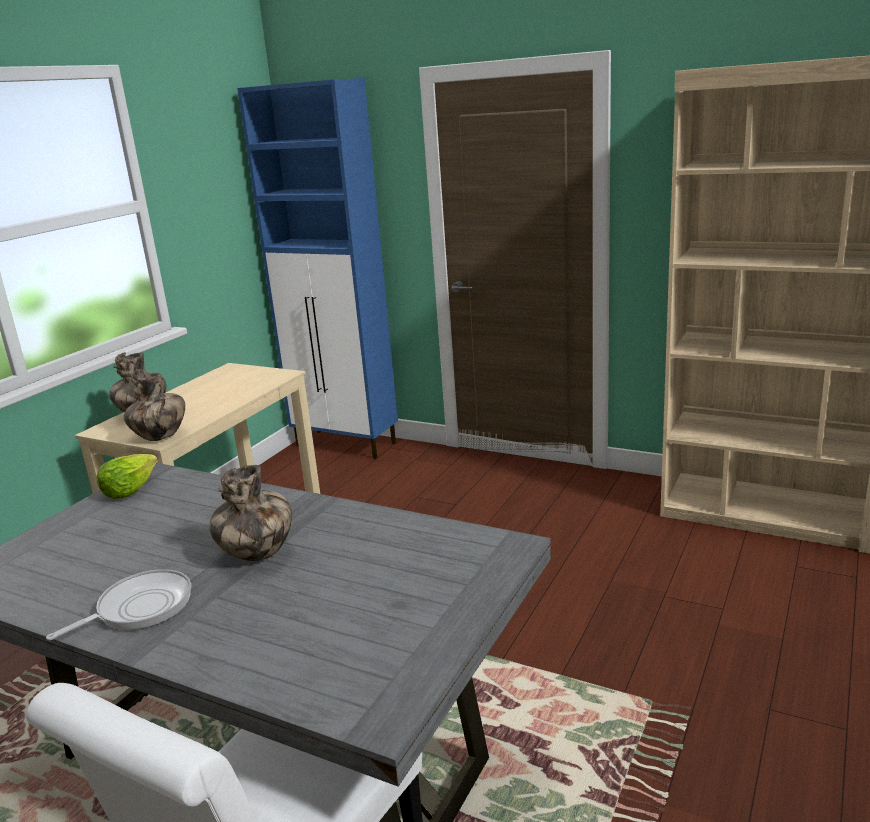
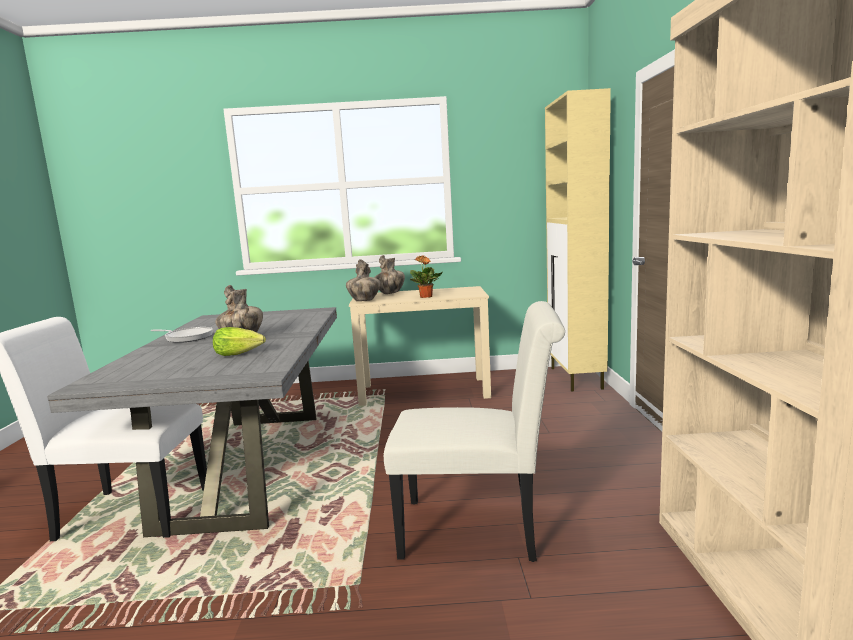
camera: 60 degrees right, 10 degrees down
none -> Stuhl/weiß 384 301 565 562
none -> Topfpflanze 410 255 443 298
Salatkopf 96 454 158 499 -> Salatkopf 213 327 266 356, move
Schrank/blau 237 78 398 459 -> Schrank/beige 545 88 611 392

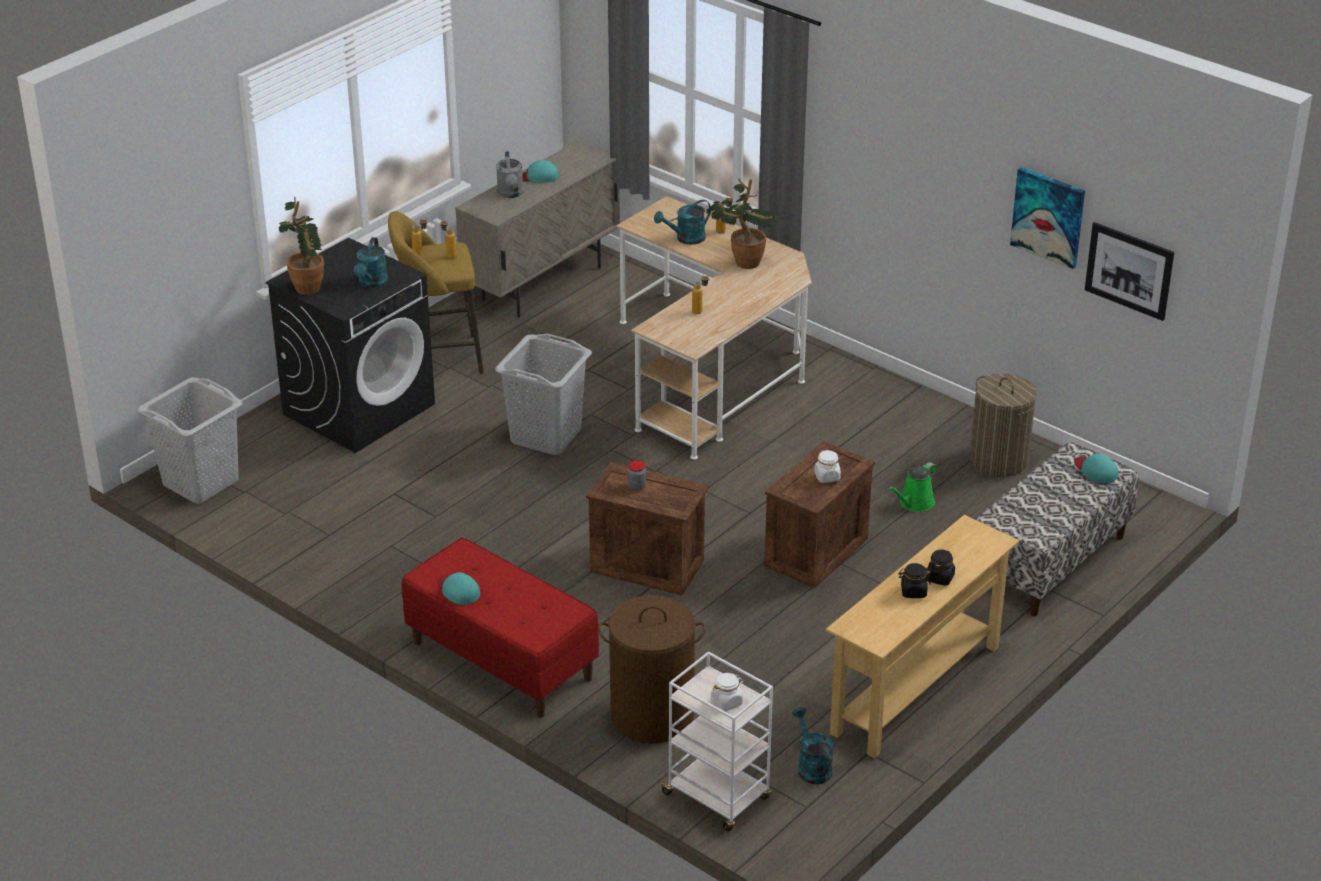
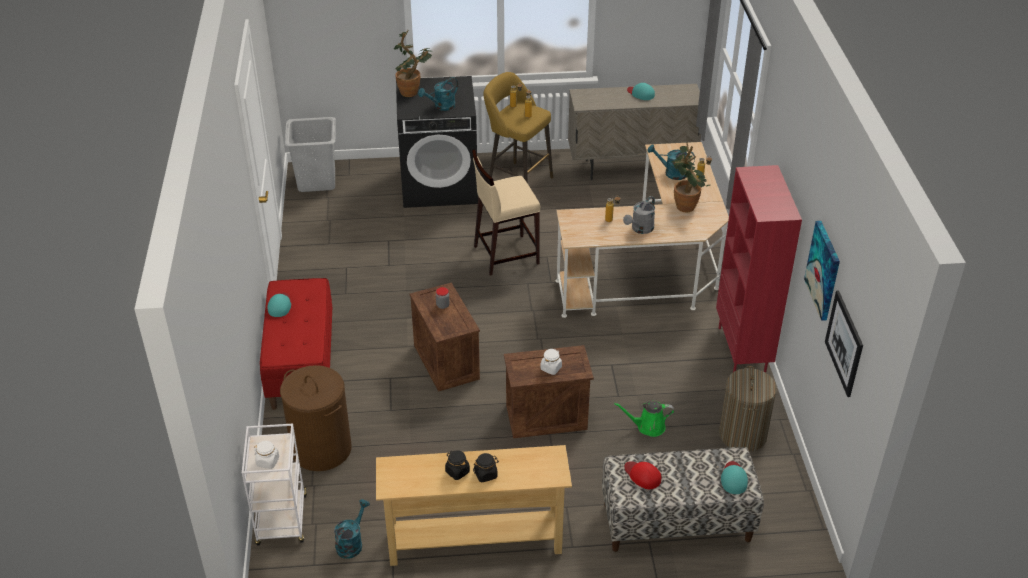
camera: 45 degrees right, 5 degrees up
none -> Kappe/rot 624 461 661 489
none -> Bücherregal/rot 716 165 802 373
Gießkanne/grau 496 151 524 198 -> Gießkanne/grau 623 196 655 234, move
Wäschekorb/grau 495 334 592 455 -> Hocker/beige 472 149 540 276

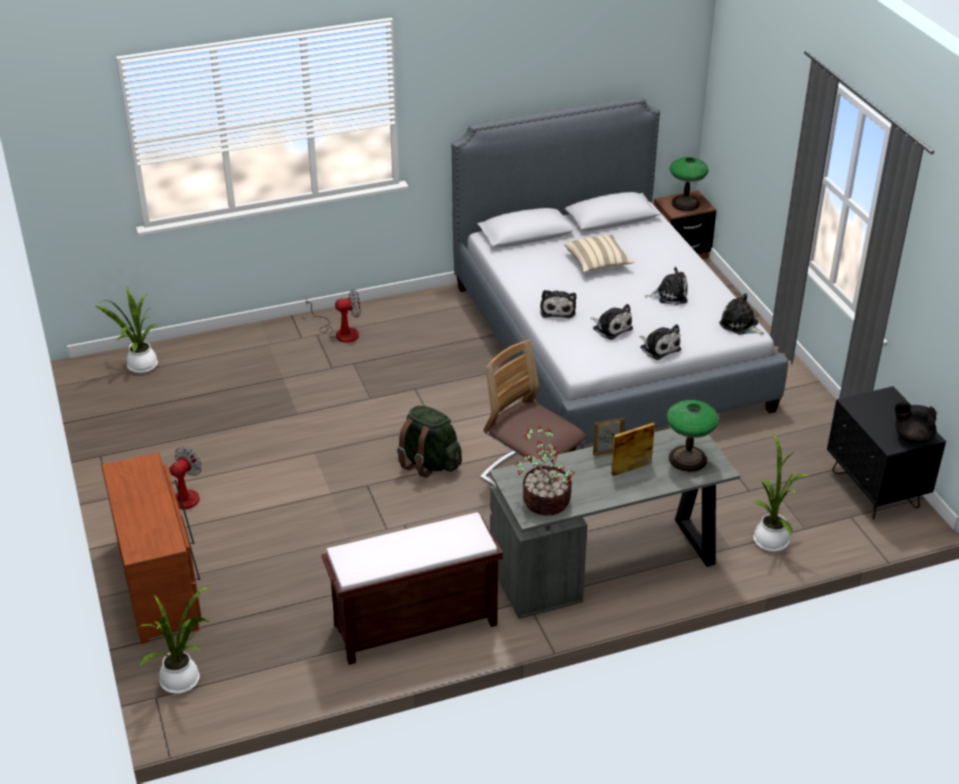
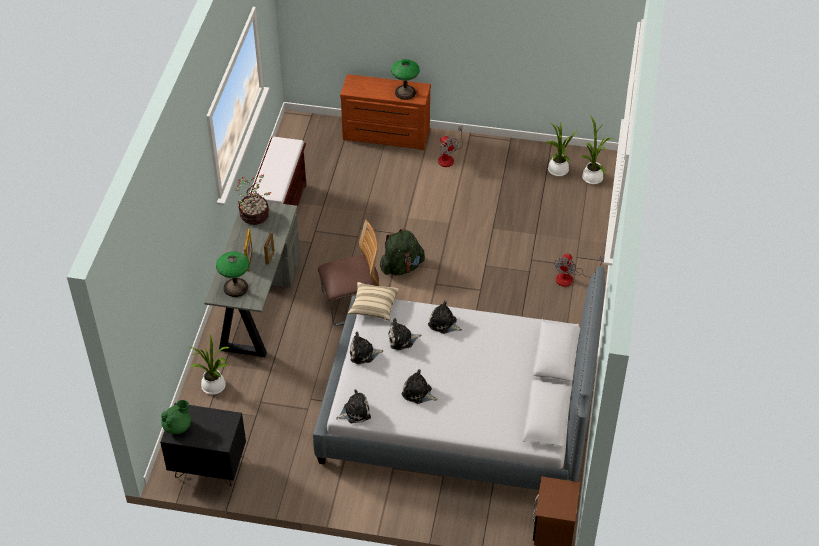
camera: 120 degrees right, 10 degrees up
Topfpflanze 138 585 211 694 -> Topfpflanze 546 122 578 176, move
Kissen/beige 564 235 634 272 -> Kissen/beige 348 282 399 320, move
Tischlampe 670 157 709 211 -> Tischlampe 391 59 420 100, move
Teekanne/schwarz 894 402 937 444 -> Teekanne/grün 161 400 191 434
Plüschtier 645 267 688 305 -> Plüschtier 402 369 437 404, 90 degrees clockwise

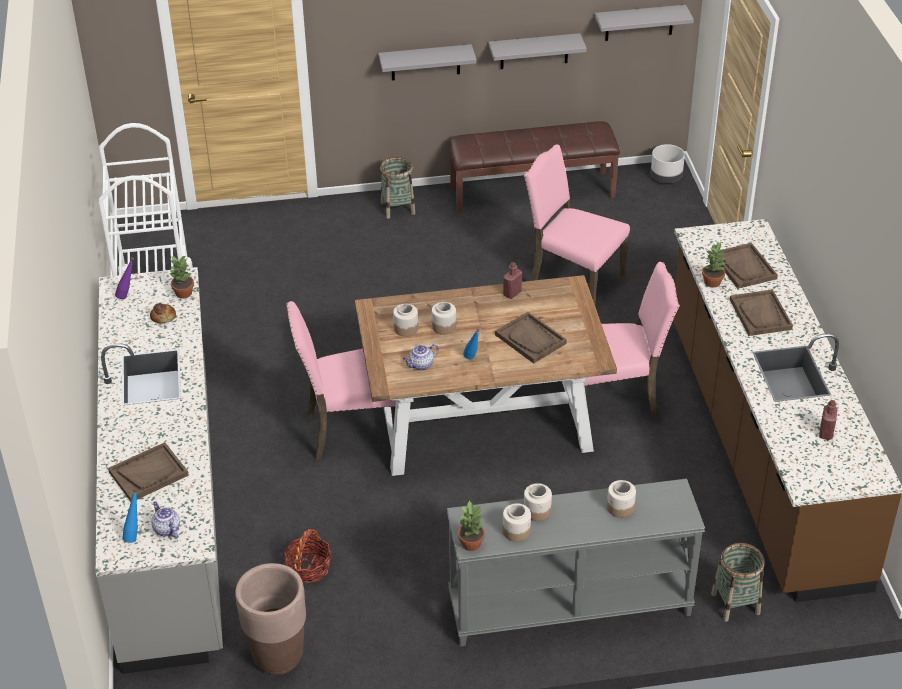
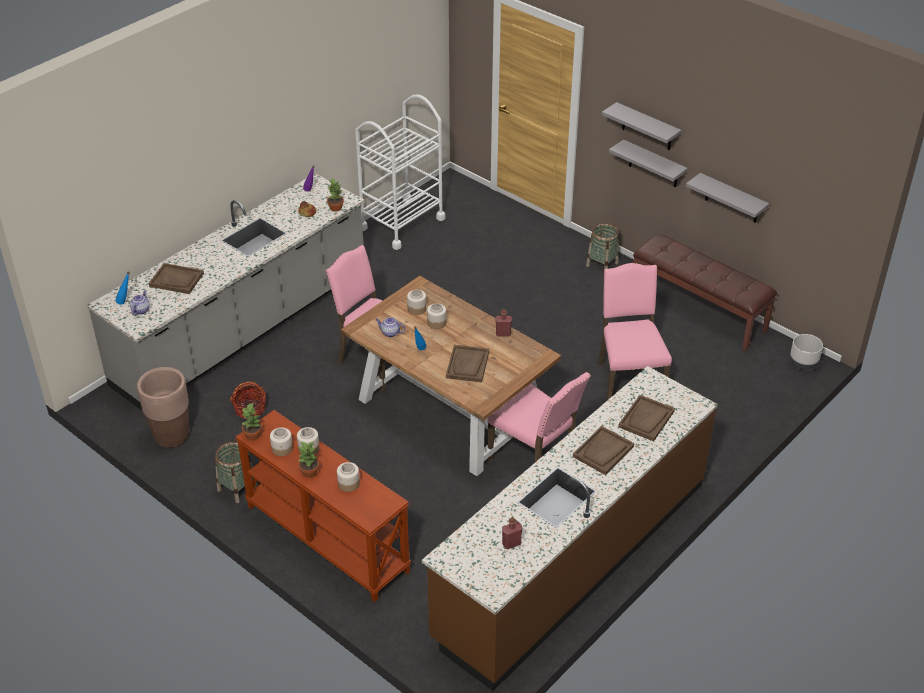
camera: 50 degrees right, 0 degrees up
Wandregal/grau 595 5 694 41 -> Wandregal/grau 602 102 681 150, move
Topfpflanze 702 242 726 288 -> Topfpflanze 298 441 319 478, move
Korb 711 543 764 622 -> Korb 215 442 257 503, move
Konsolentisch/grau 447 479 705 647 -> Konsolentisch/braun 235 410 411 602

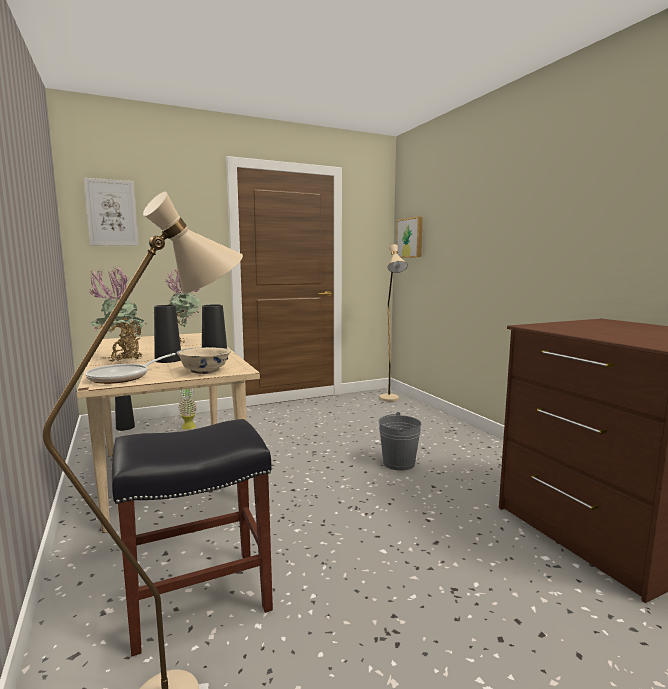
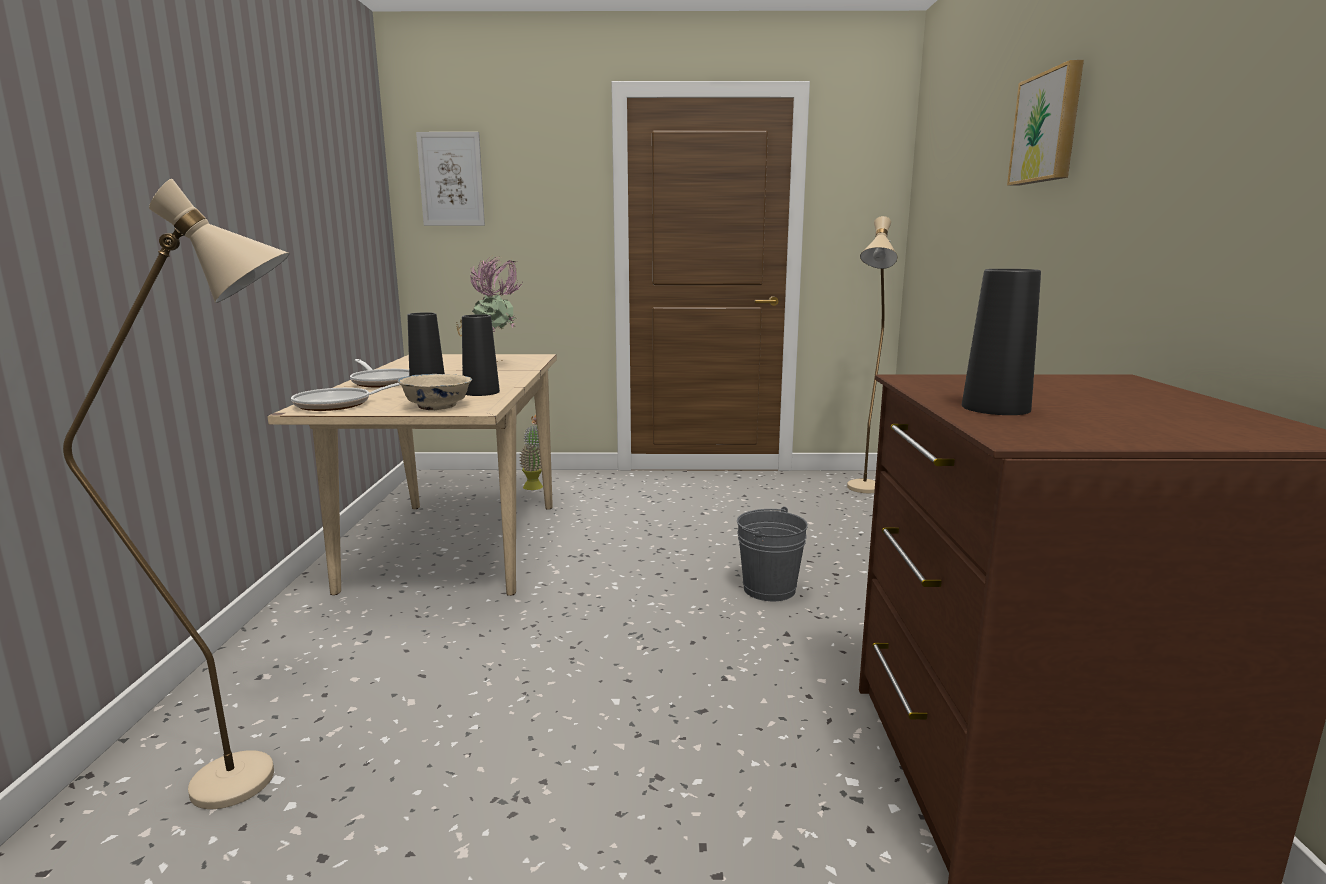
camera: 25 degrees right, 5 degrees up
Hocker/schwarz 112 419 273 656 -> none
Vase/schwarz 115 395 135 431 -> Vase/schwarz 962 269 1041 415, move
Bild 396 217 423 258 -> Bild 1007 60 1084 186, move
Topfpflanze 87 266 146 362 -> Pfanne 350 359 409 387

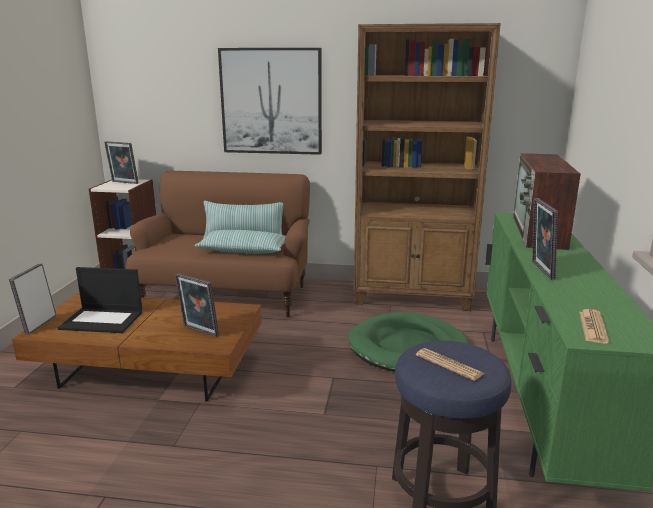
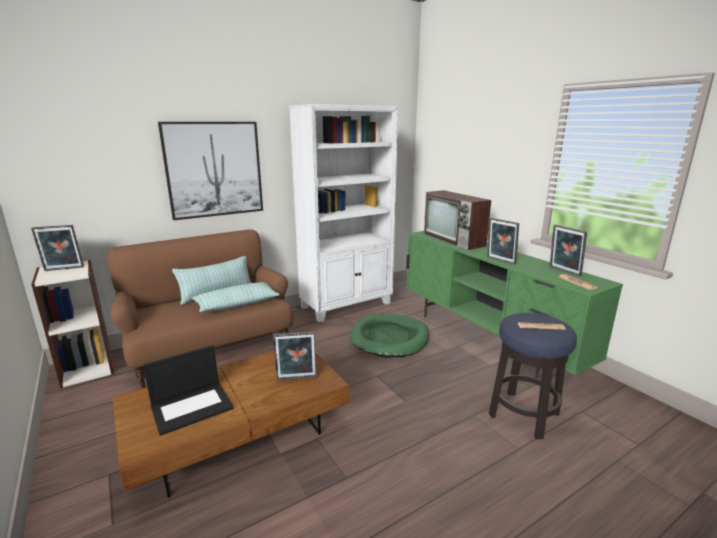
camera: 40 degrees left, 0 degrees up
Bilderrahmen 9 263 57 335 -> Bilderrahmen 550 225 587 276, move
Bücherregal/braun 354 23 501 311 -> Bücherregal/weiß 289 104 398 322

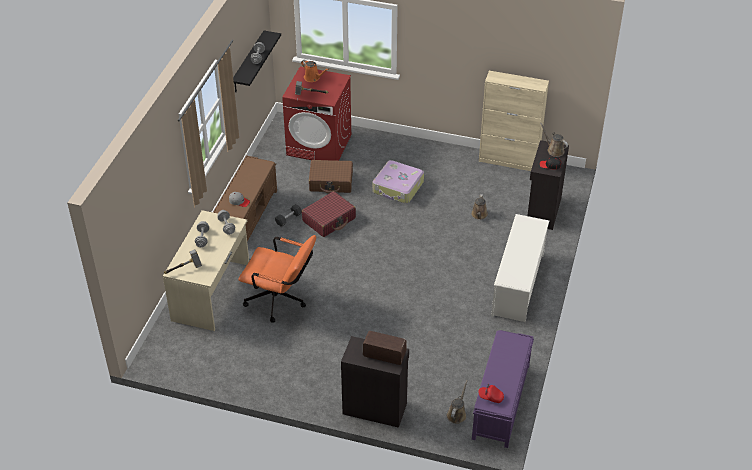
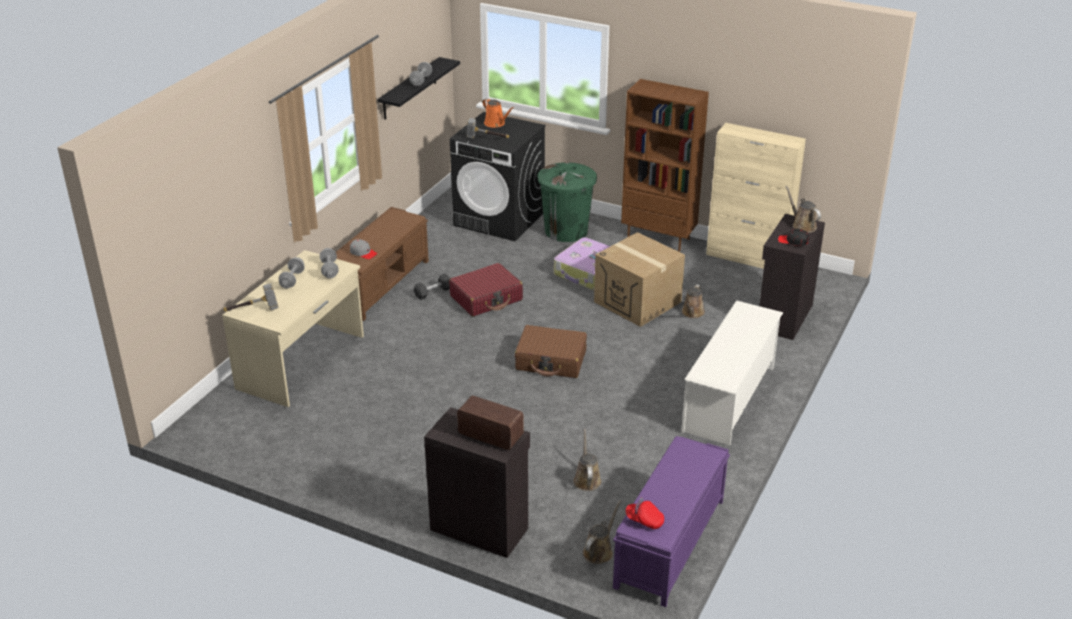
camera: 10 degrees right, 10 degrees down
Bürostuhl/orange 238 235 316 323 -> none
none -> Mülleimer/grün 538 162 597 242
none -> Gießkanne/braun 573 429 601 491
none -> Karton 594 232 685 327
none -> Bücherregal/braun 621 79 709 251
Koffer/braun 309 160 353 194 -> Koffer/braun 515 325 587 378, move
Waschmaschine/rot 282 67 351 161 -> Waschmaschine/schwarz 450 112 546 241

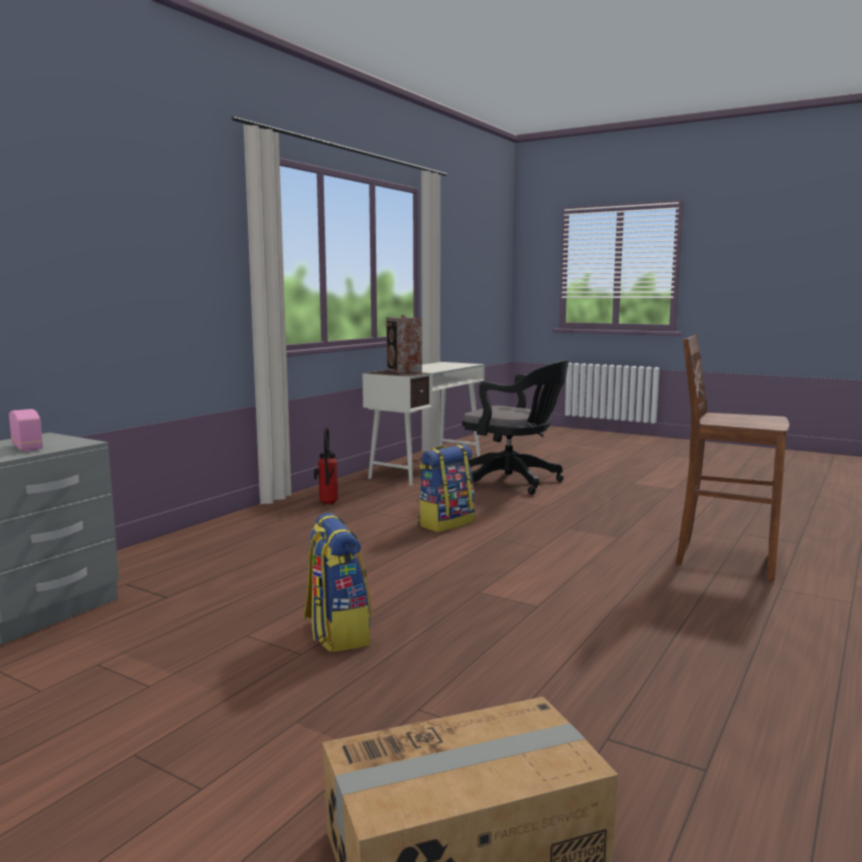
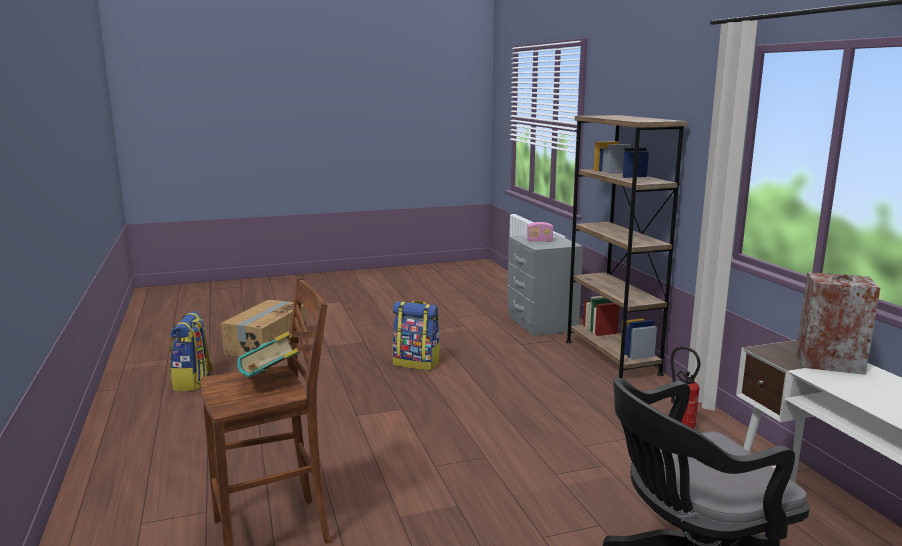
camera: 130 degrees right, 5 degrees up
none -> Buch 237 332 300 377
none -> Bücherregal/braun 566 115 688 378
Rucksack 418 444 475 532 -> Rucksack 169 311 214 391, move

